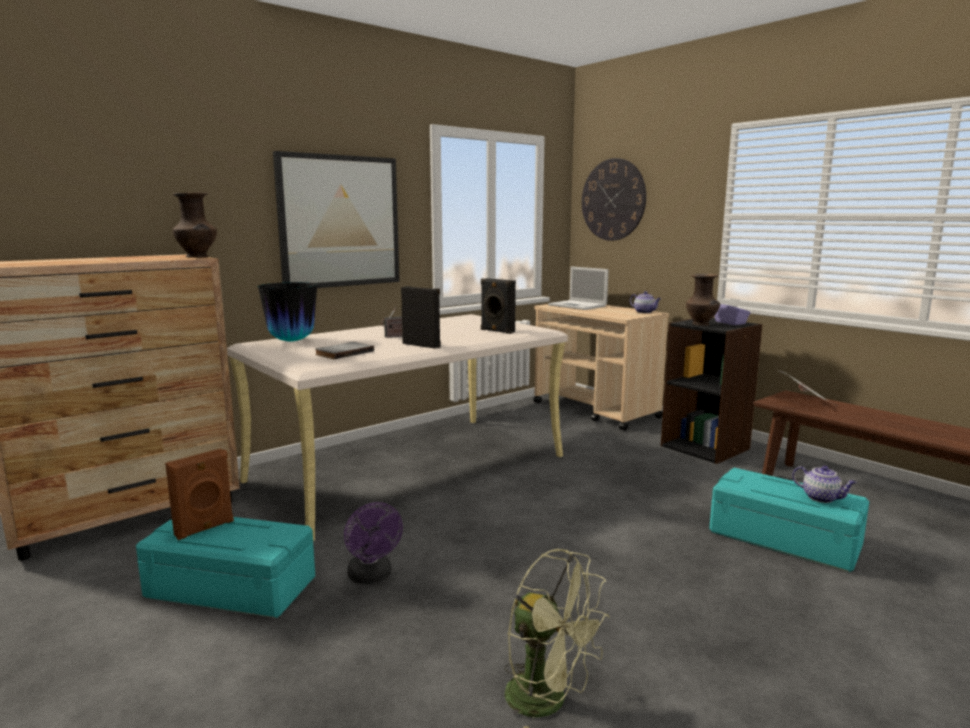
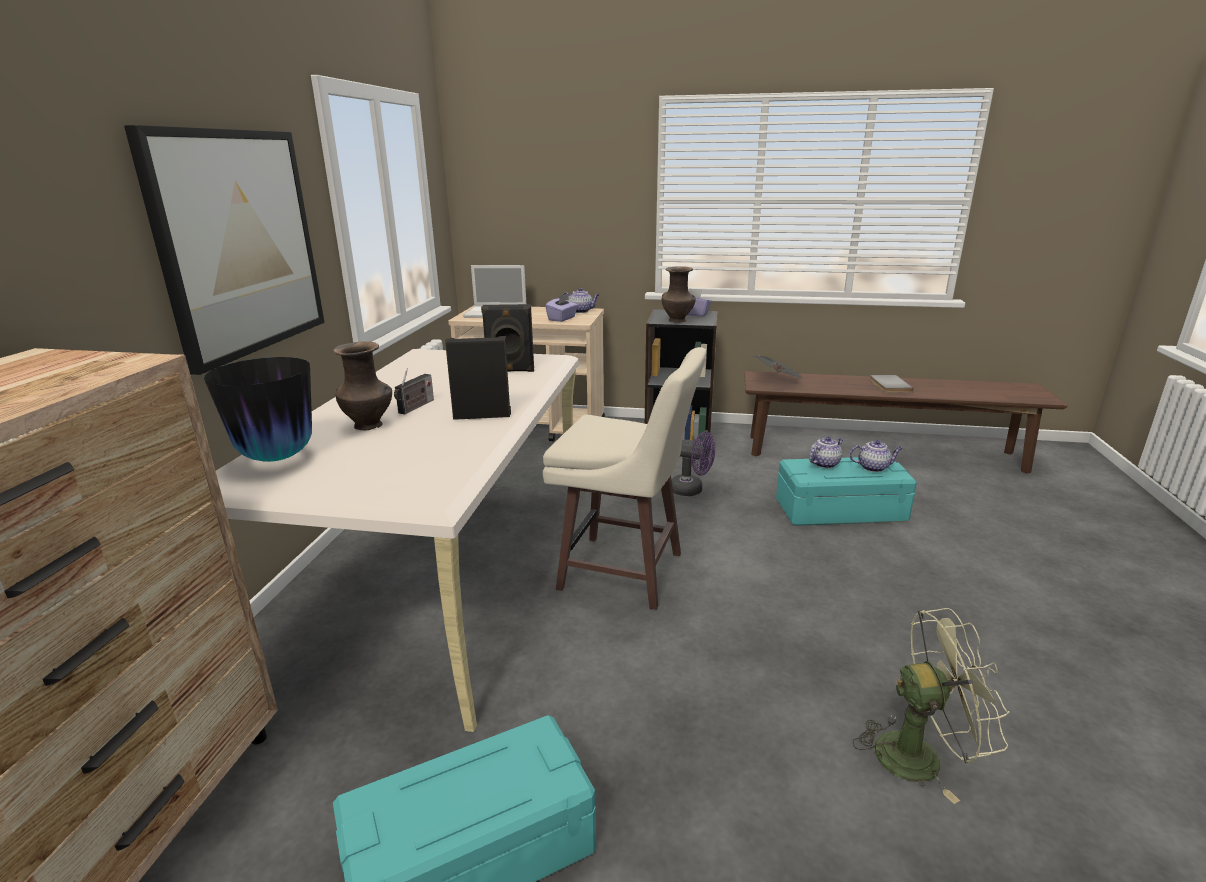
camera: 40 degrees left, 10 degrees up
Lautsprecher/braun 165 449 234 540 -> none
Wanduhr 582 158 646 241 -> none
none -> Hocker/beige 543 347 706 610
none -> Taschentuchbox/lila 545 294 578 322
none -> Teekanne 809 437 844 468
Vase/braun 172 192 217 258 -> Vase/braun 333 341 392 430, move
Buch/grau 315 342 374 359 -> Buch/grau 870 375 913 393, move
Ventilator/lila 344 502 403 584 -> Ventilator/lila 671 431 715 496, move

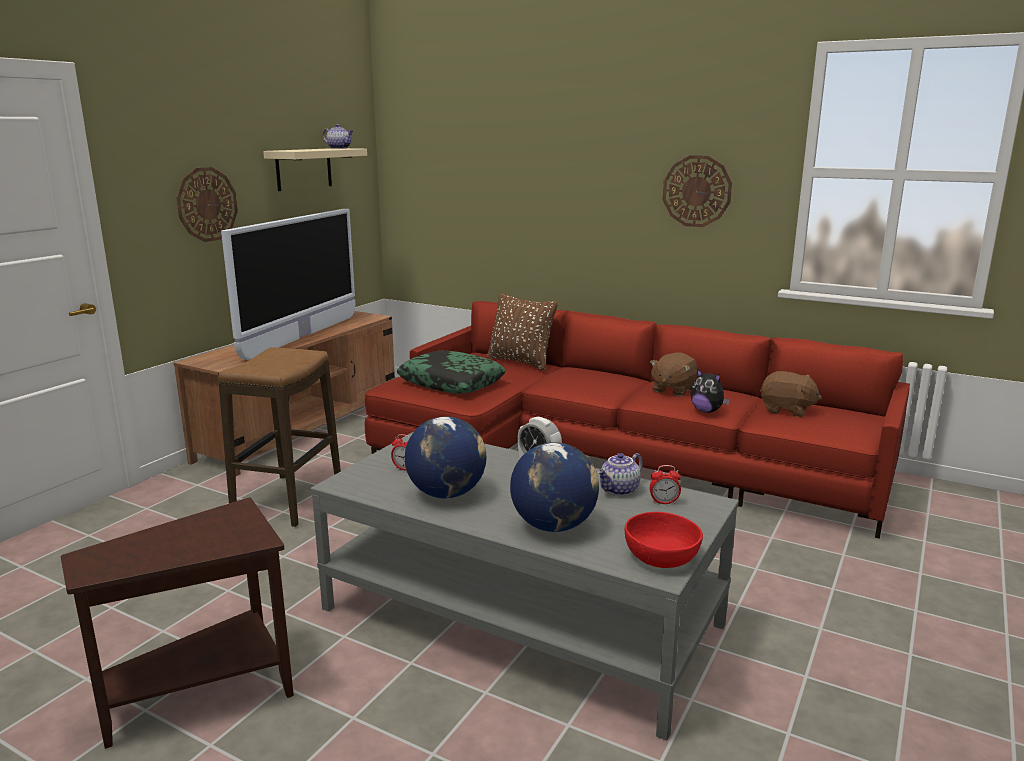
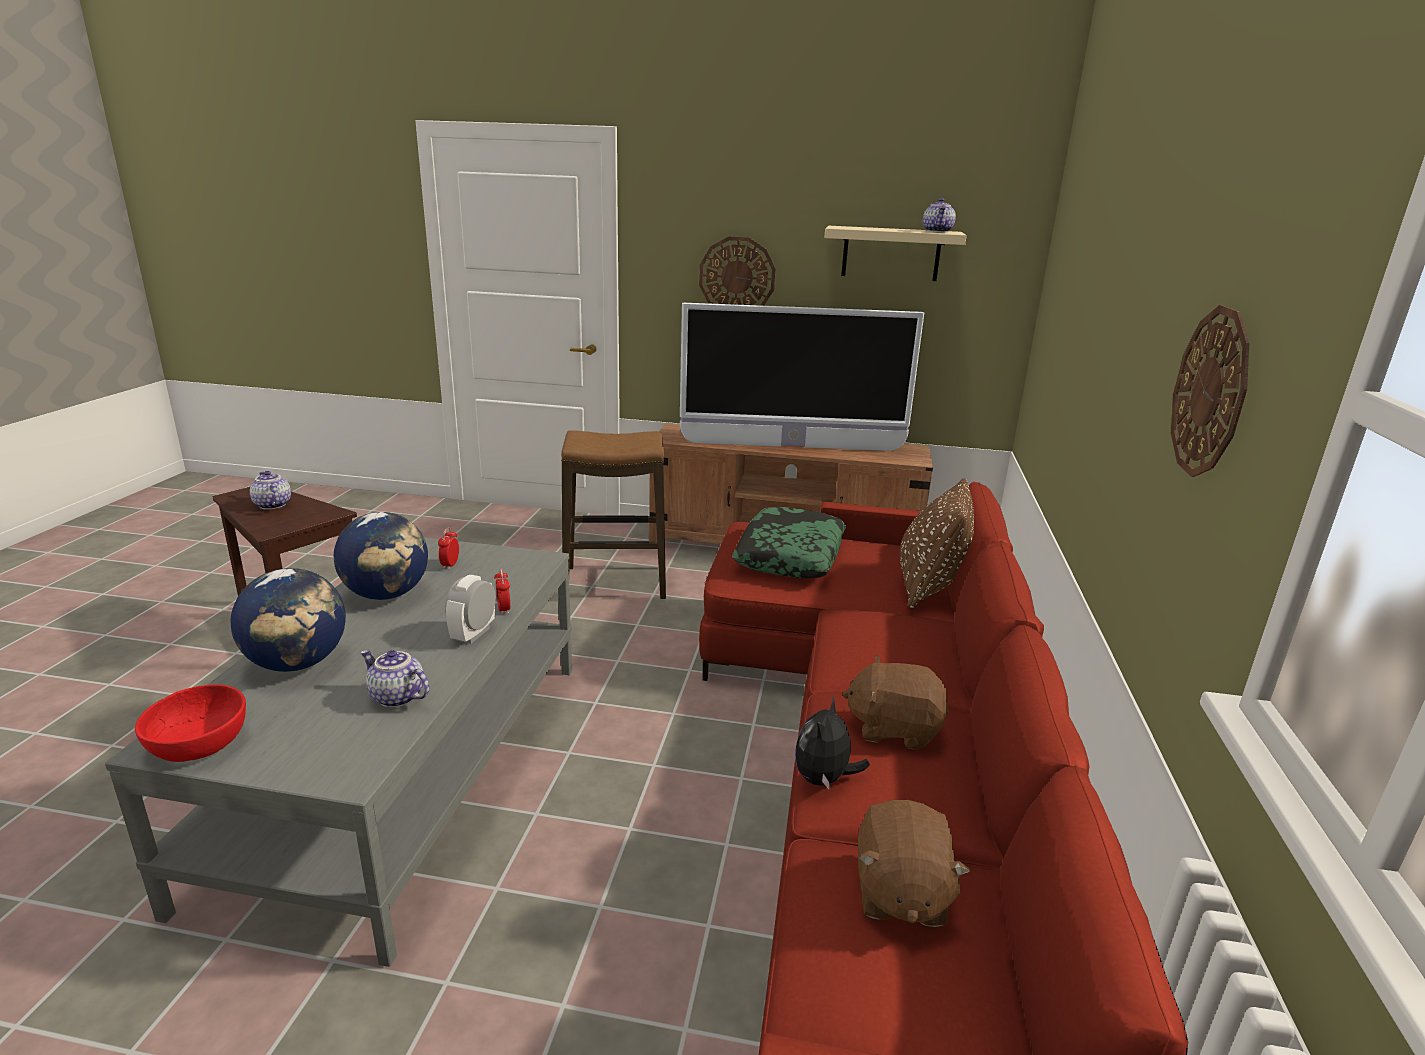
camera: 70 degrees right, 5 degrees up
none -> Teekanne 250 471 291 510
Wecker 649 465 681 504 -> Wecker 494 568 510 615, move

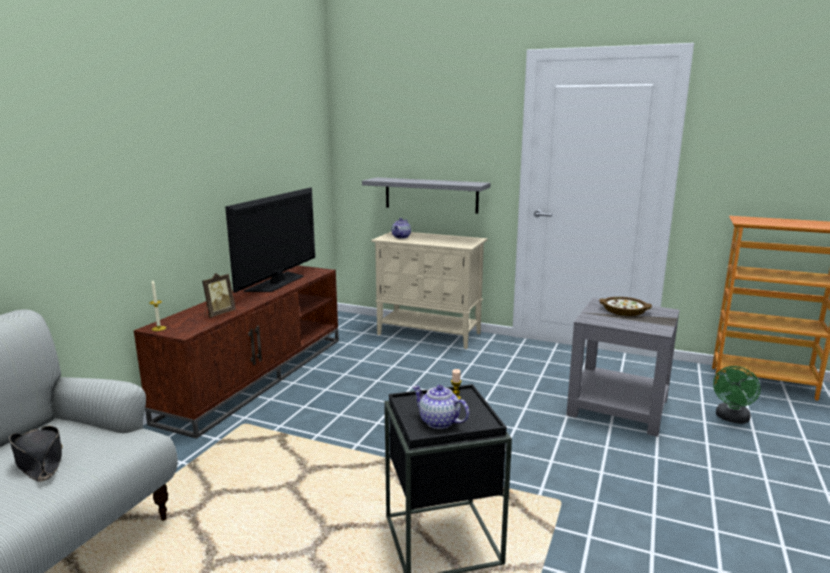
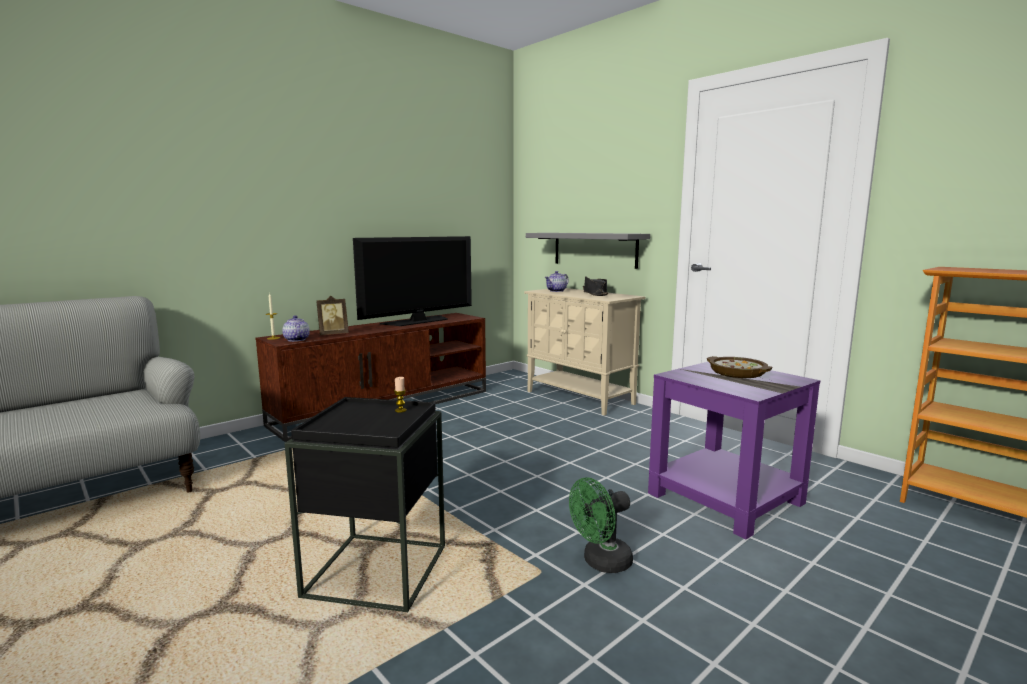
camera: 25 degrees right, 5 degrees down
Hut/schwarz 9 426 63 482 -> Hut/schwarz 583 276 608 296, move
Teekanne 412 385 469 429 -> Teekanne 282 315 310 342, move
Ventilator/grün 713 366 761 424 -> Ventilator/grün 569 477 633 573, move
Beistelltisch/grau 566 298 680 437 -> Beistelltisch/lila 648 362 820 539

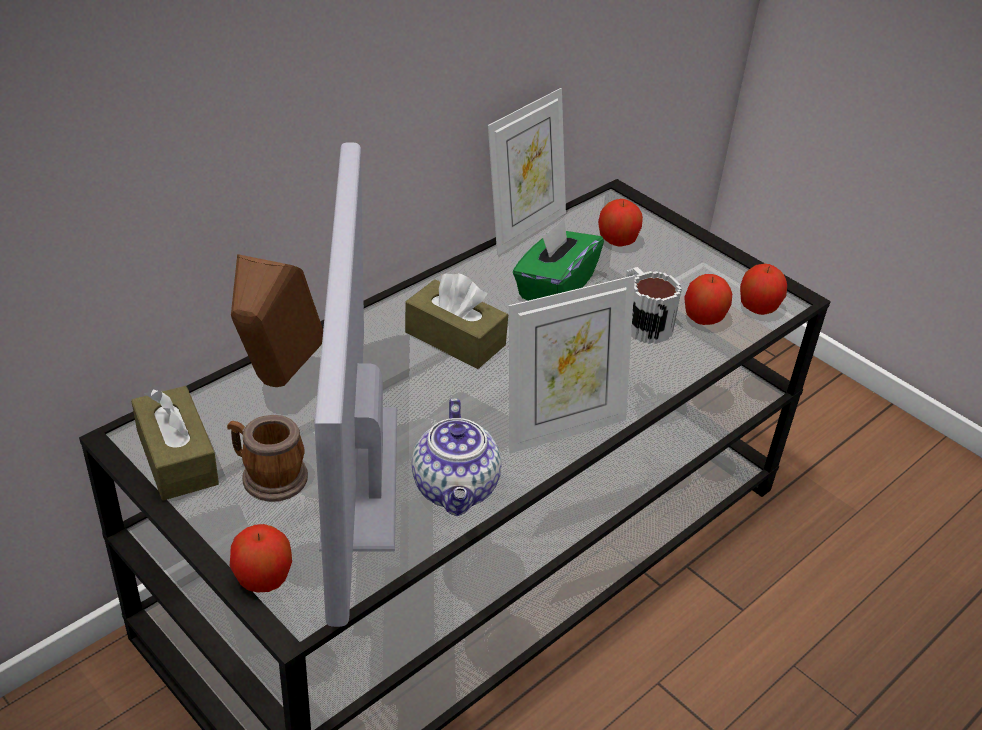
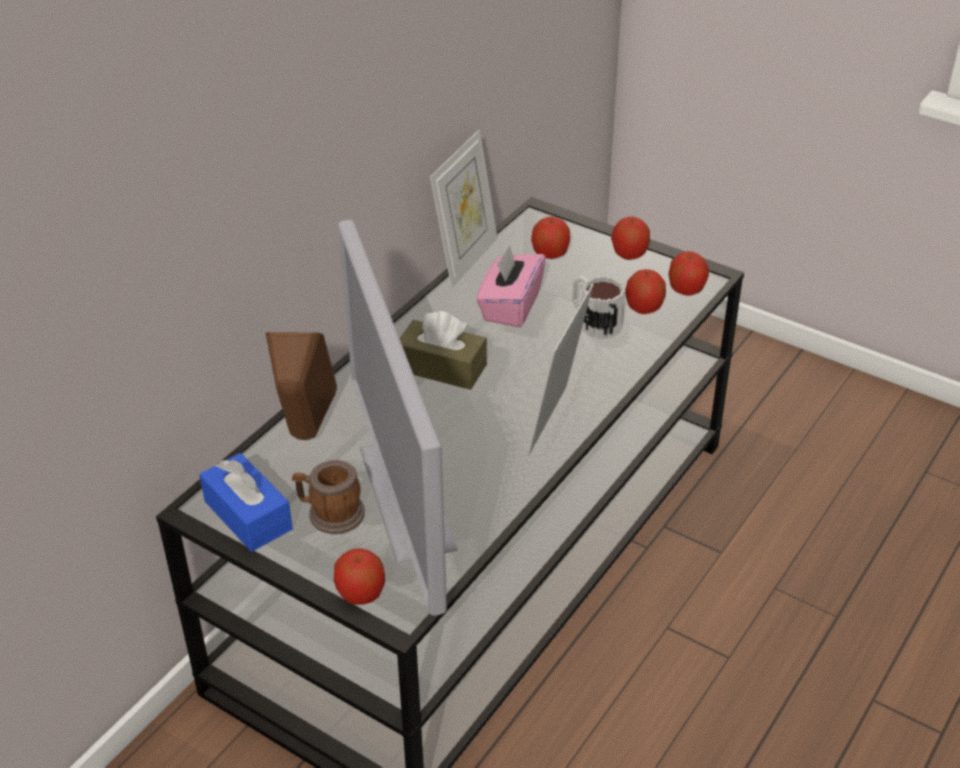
camera: 10 degrees left, 0 degrees up
Teekanne 412 398 502 516 -> none
none -> Apfel 611 217 650 260
Taschentuchbox/braun 131 386 219 501 -> Taschentuchbox/blau 199 453 293 552
Taschentuchbox/grün 513 218 604 301 -> Taschentuchbox/rosa 476 245 546 327
Bilderrahmen 509 275 635 453 -> Bilderrahmen 527 284 594 457, 150 degrees clockwise

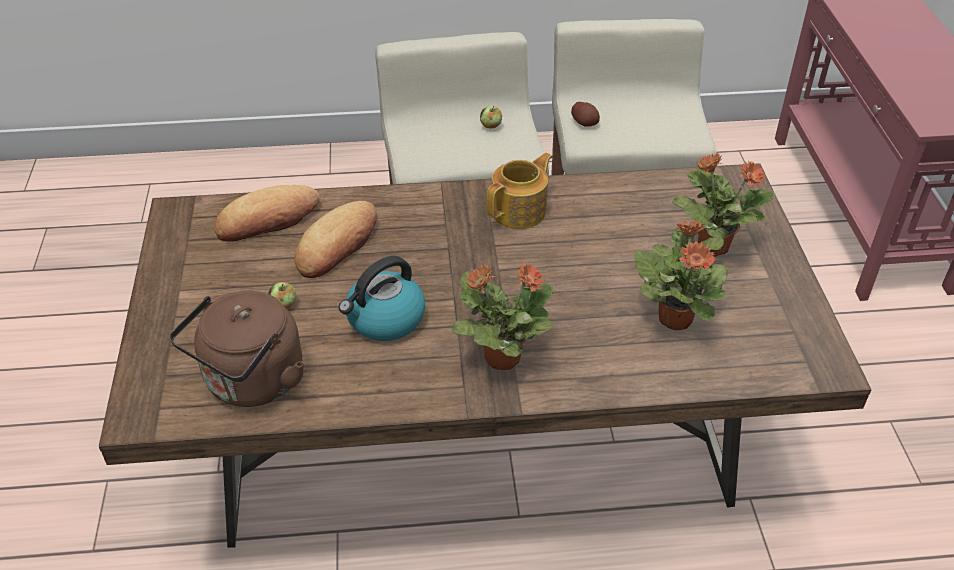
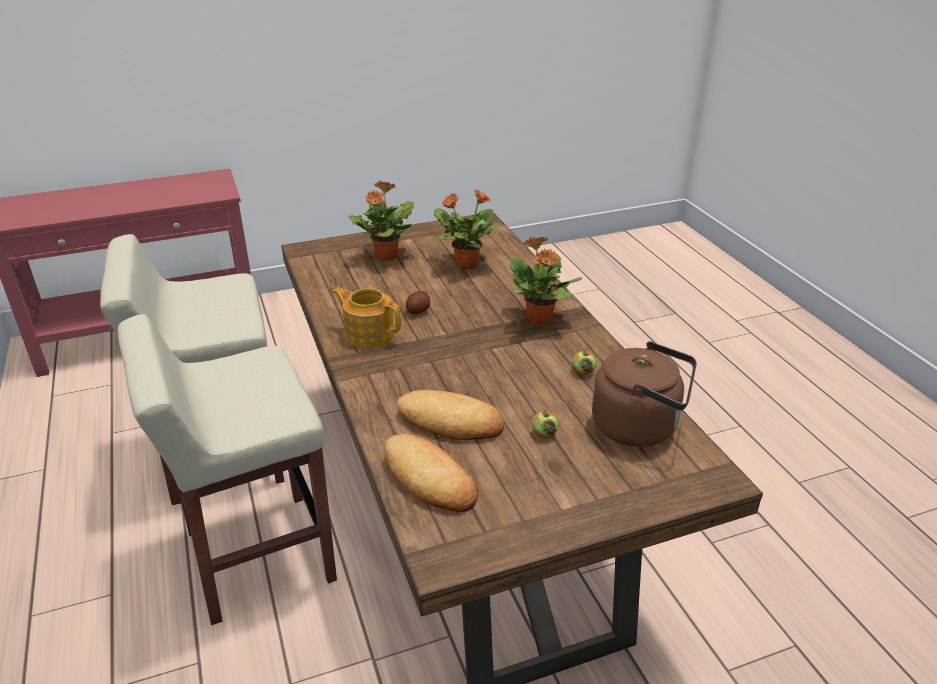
camera: 105 degrees left, 10 degrees down
Wasserkessel 339 256 425 341 -> none
Apfel 480 106 502 128 -> Apfel 573 350 596 375, move
Kartoffel 571 102 600 127 -> Kartoffel 406 291 430 315, move

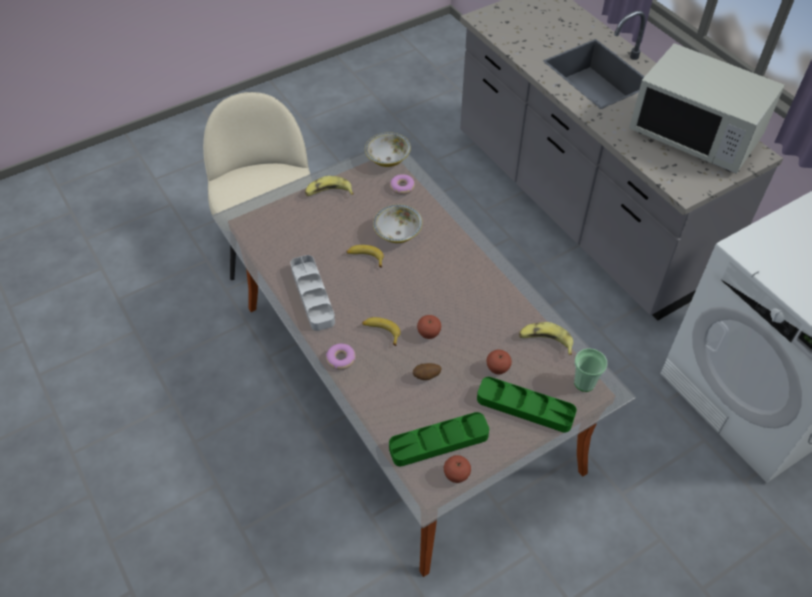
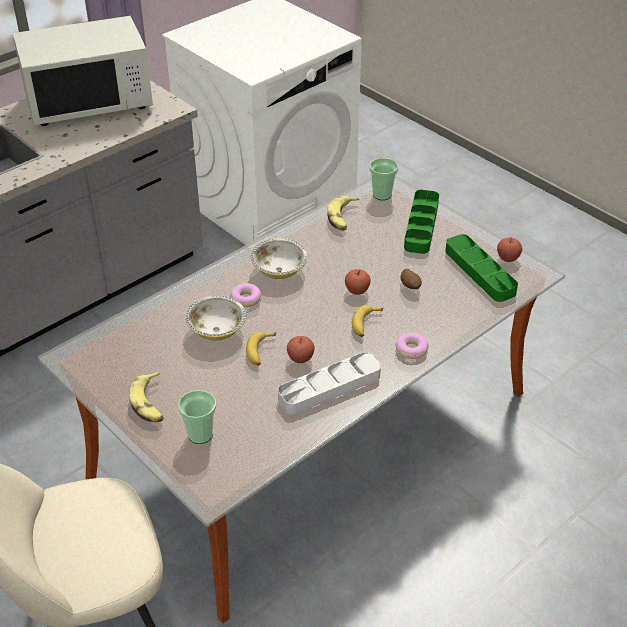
camera: 100 degrees left, 10 degrees down
none -> Tasse 178 390 216 444
Schüssel 365 132 411 167 -> Schüssel 251 238 307 279, move
Donut 390 174 415 195 -> Donut 230 283 261 307, move
Apfel 486 350 512 374 -> Apfel 287 336 315 363, move
Mikrowelle/weiß 629 43 785 174 -> Mikrowelle/weiß 13 16 153 126, 45 degrees clockwise

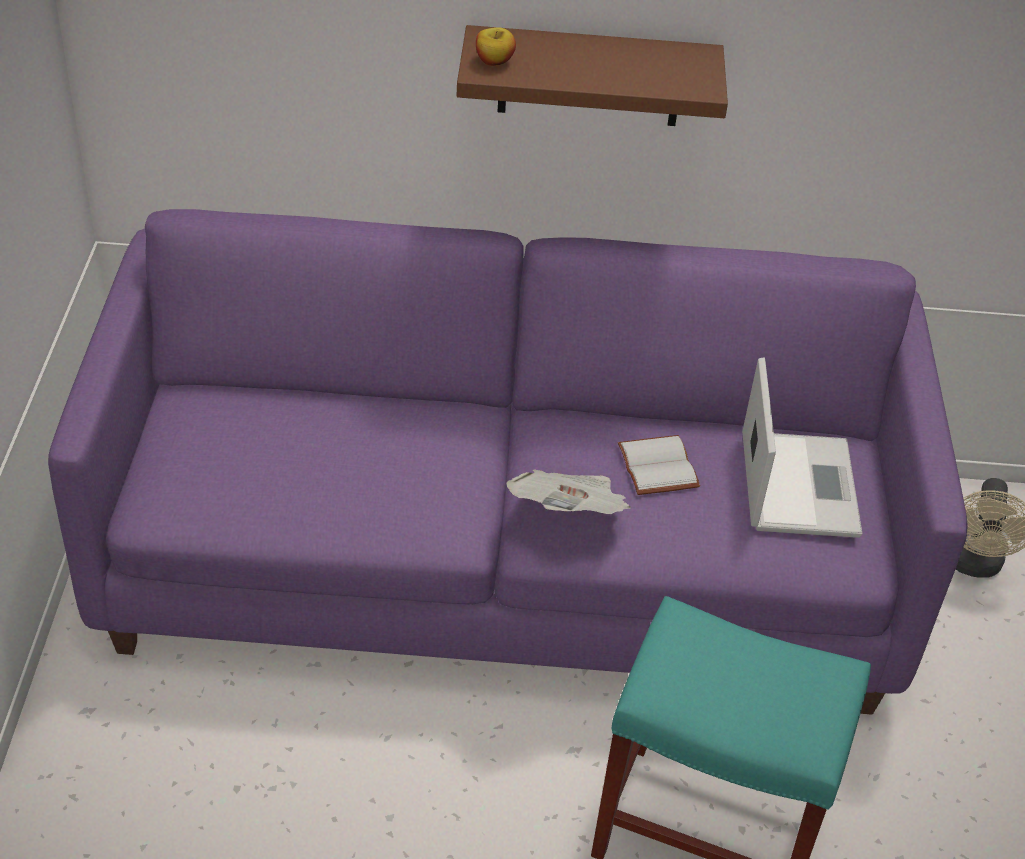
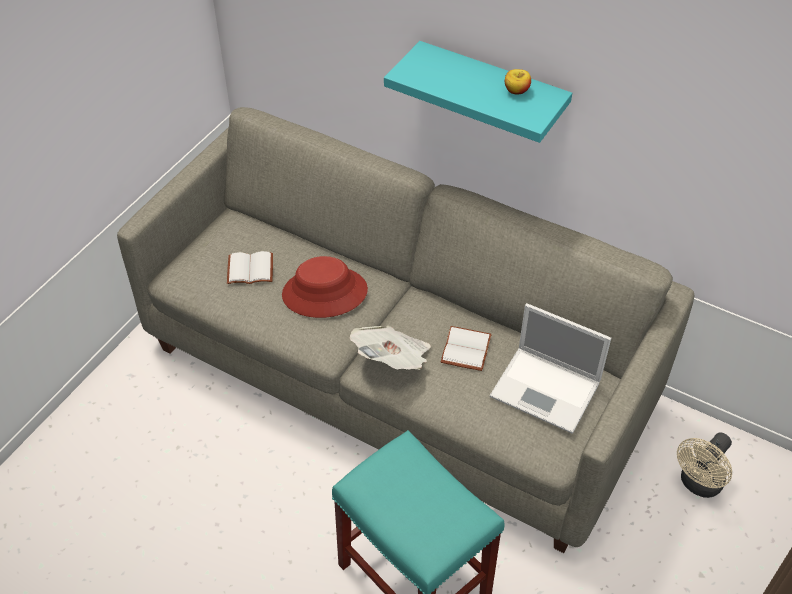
camera: 30 degrees right, 5 degrees up
none -> Buch/weiß 227 251 273 284
none -> Hut/rot 282 256 368 318
Apfel 476 27 516 66 -> Apfel 505 69 531 94, move
Sofa/lila 48 209 967 715 -> Sofa/grau 117 107 695 553
Wandregal/braun 457 25 728 126 -> Wandregal/türkis 384 41 572 143
Laptop 742 358 863 538 -> Laptop 490 303 611 434, 90 degrees clockwise

